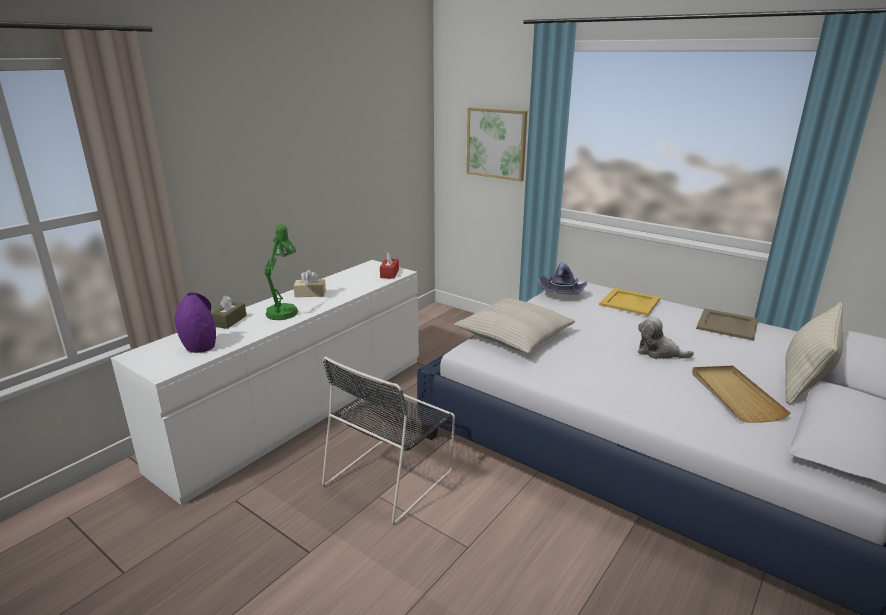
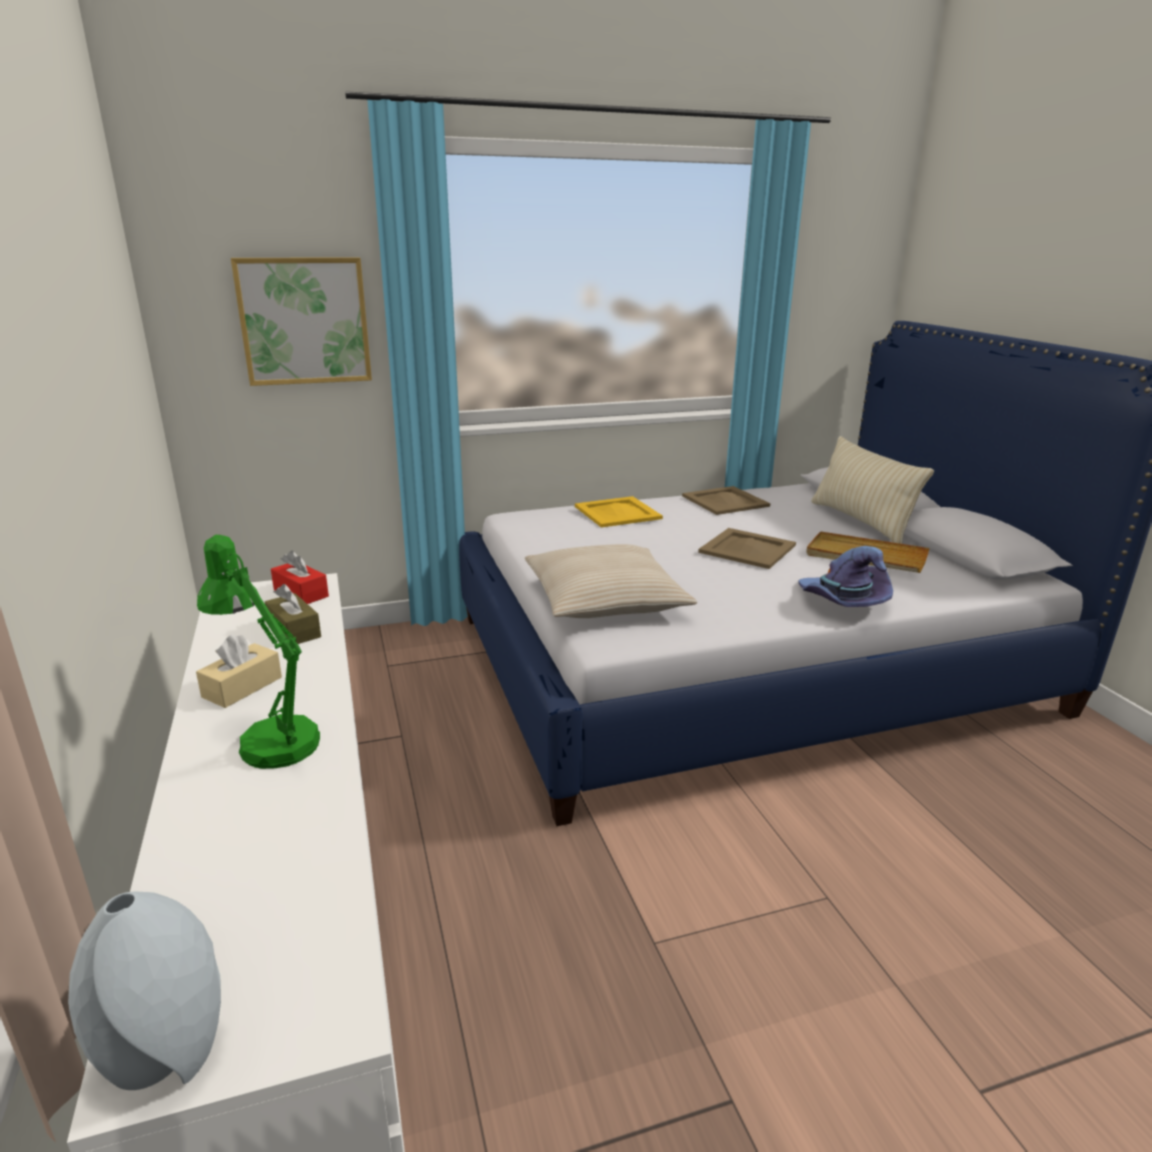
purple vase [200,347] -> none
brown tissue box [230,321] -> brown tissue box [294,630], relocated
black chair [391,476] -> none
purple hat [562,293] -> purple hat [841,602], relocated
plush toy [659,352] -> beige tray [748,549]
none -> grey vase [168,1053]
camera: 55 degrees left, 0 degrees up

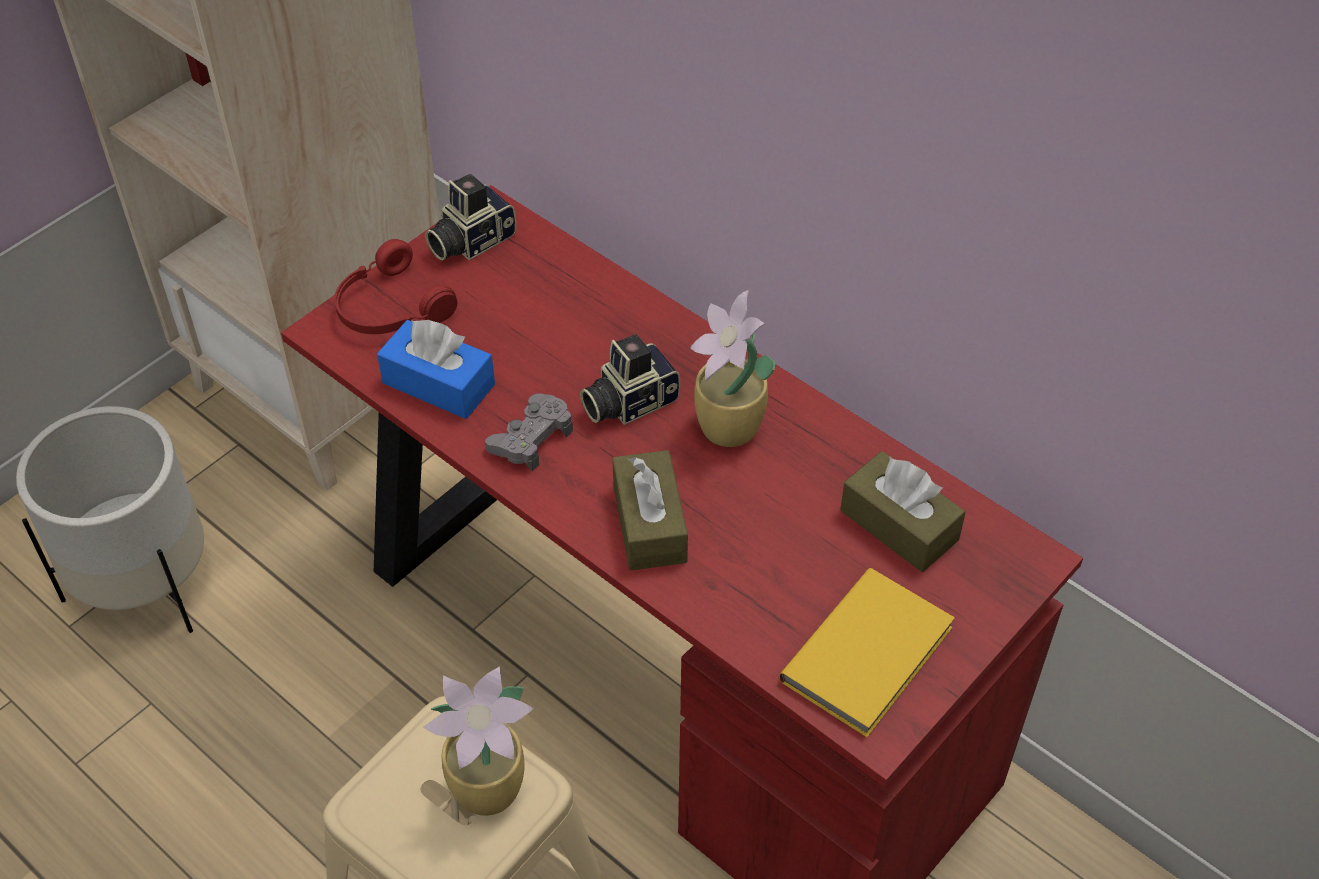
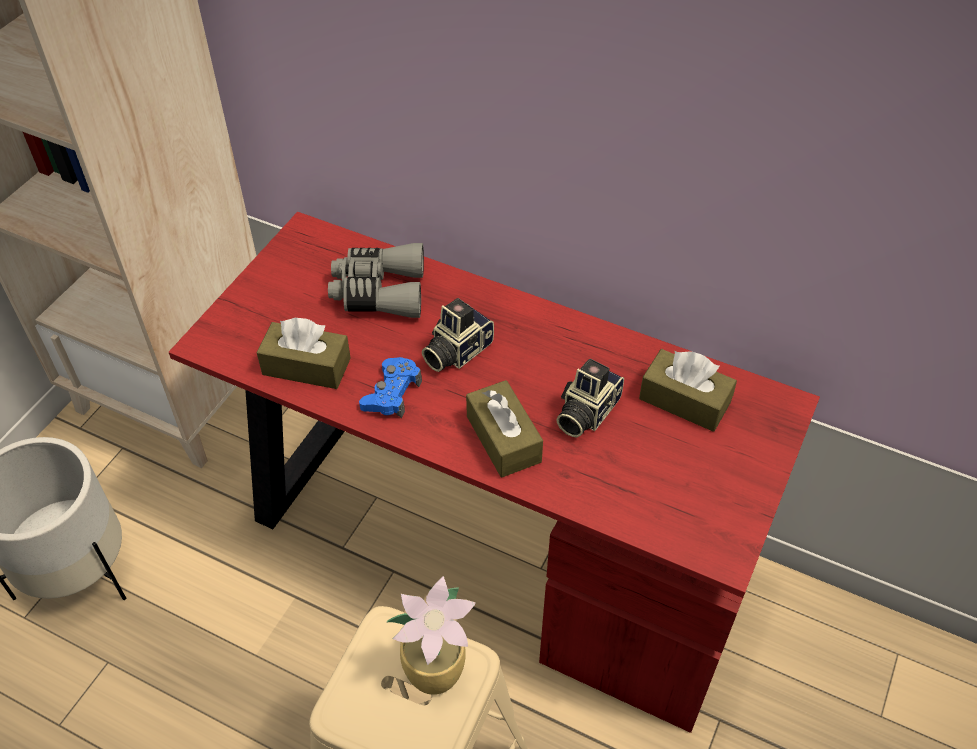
red headphones [390,308] -> none
blue tissue box [438,383] -> brown tissue box [306,366]
photo camera [470,240] -> photo camera [585,412], relocated
grey game controller [531,438] -> blue game controller [392,393]
potted plant [729,430] -> none
yellow book [871,654] -> none
none -> grey binoculars [378,291]
camera: 15 degrees left, 0 degrees up

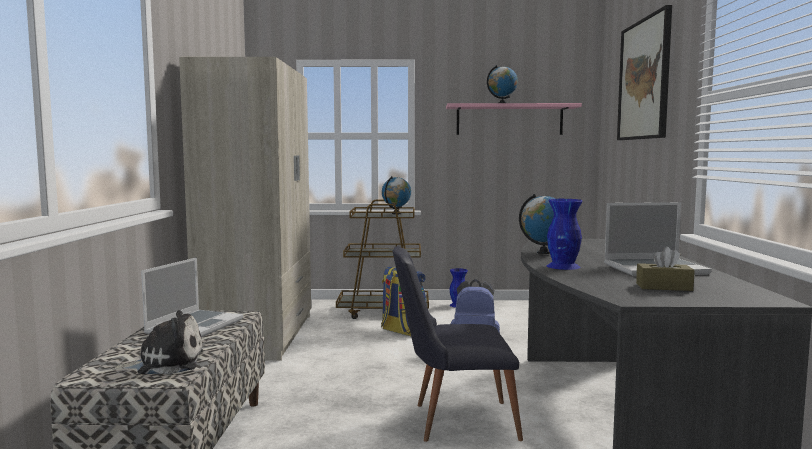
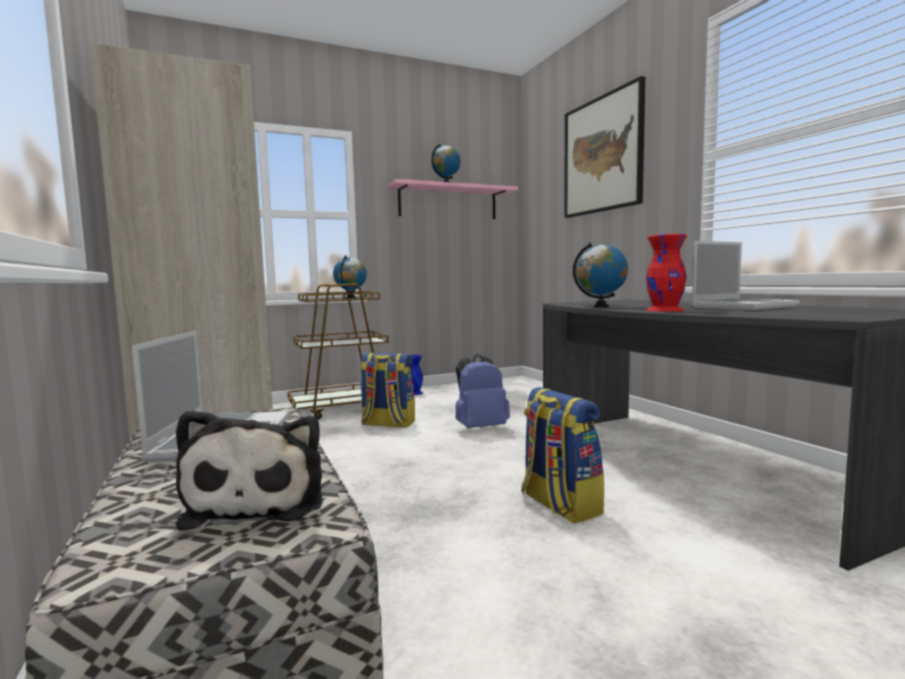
plush toy [166,363] -> plush toy [260,501], 120 degrees clockwise
black chair [453,420] -> backpack [559,505]
blue vase [563,266] -> red vase [665,310]
brown tissue box [664,287] -> none
camera: 25 degrees left, 0 degrees up

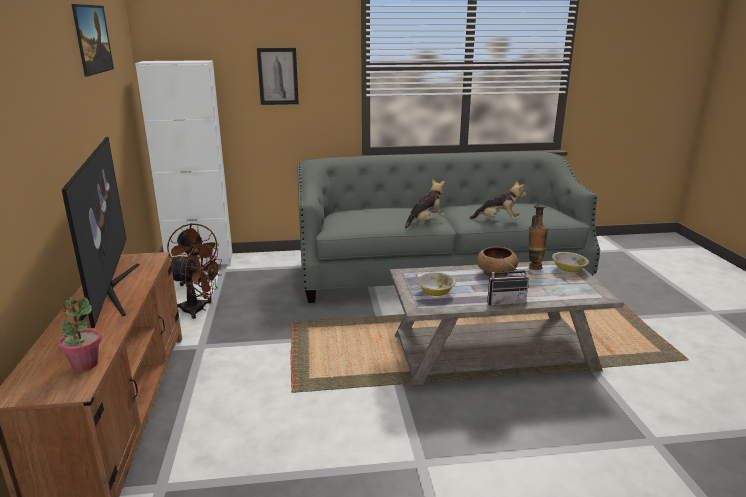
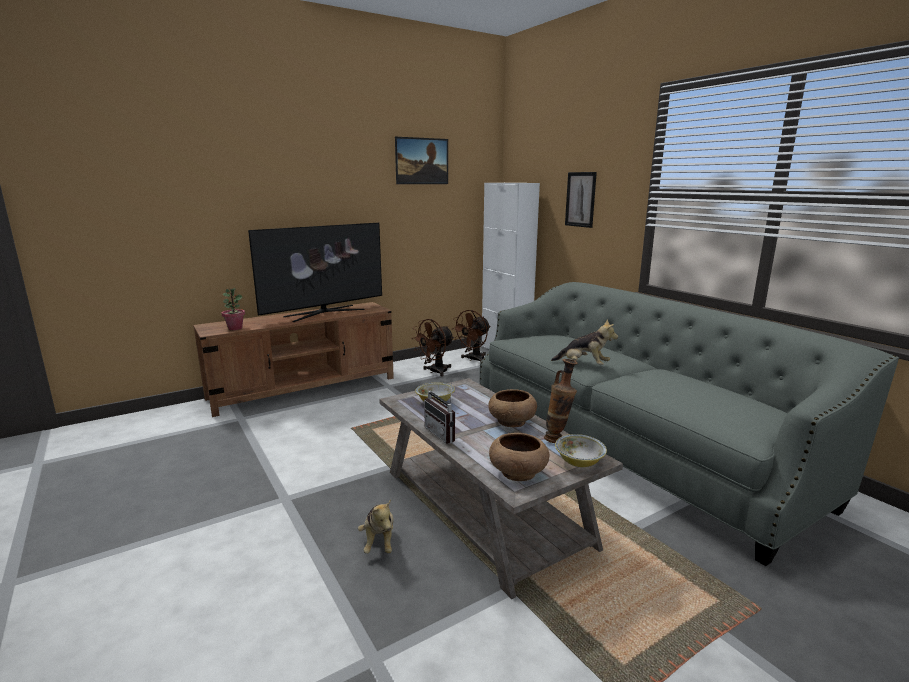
brown fan [199,309] -> brown fan [434,372], 60 degrees clockwise
plush toy [497,220] -> plush toy [379,542], relocated
none -> brown bowl [517,472]
camera: 65 degrees right, 5 degrees down

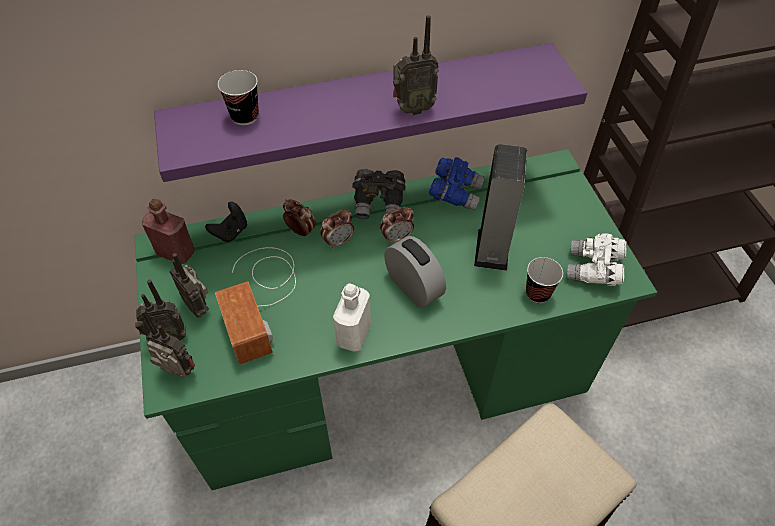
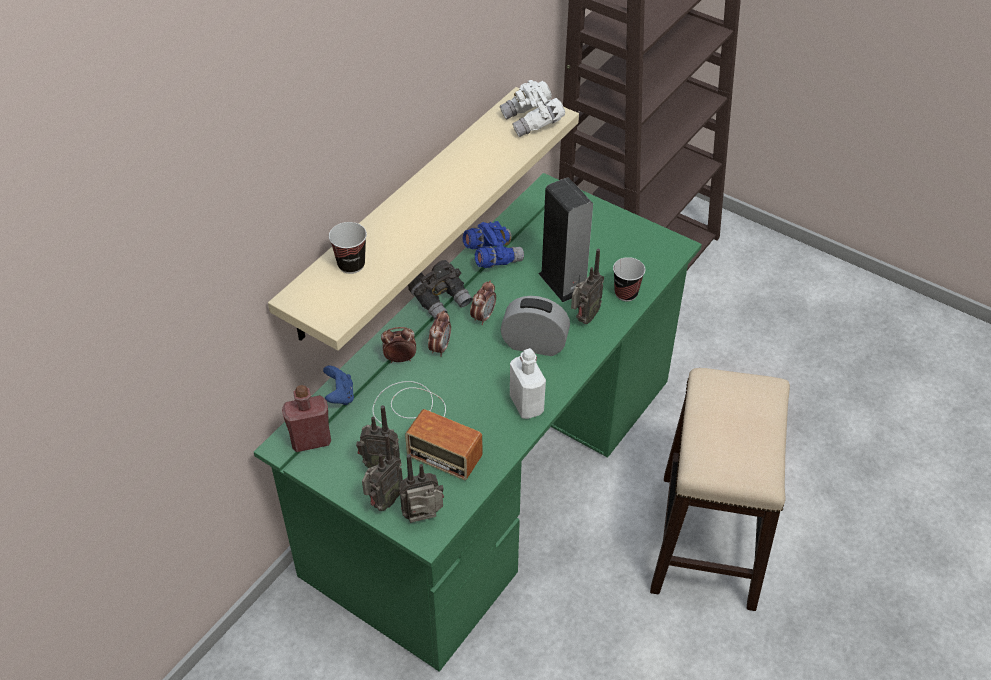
purple shelf [364,106] -> beige shelf [405,213]
black game controller [231,232] -> blue game controller [340,395]
radio [412,109] -> radio [584,318], relocated
white binoculars [593,270] -> white binoculars [532,121], relocated
camera: 40 degrees left, 5 degrees down

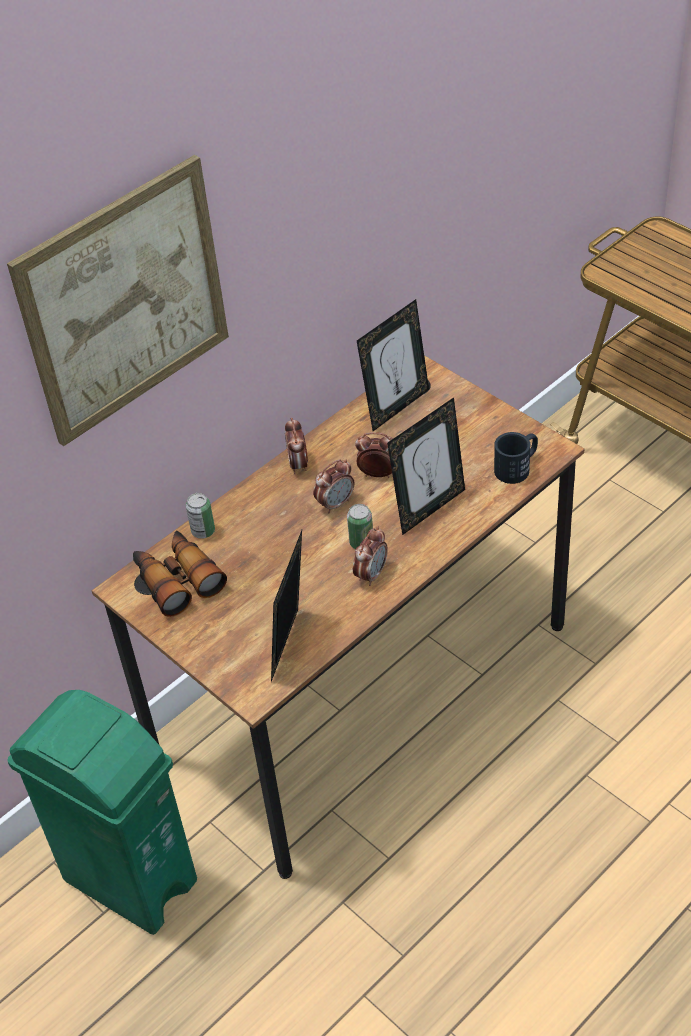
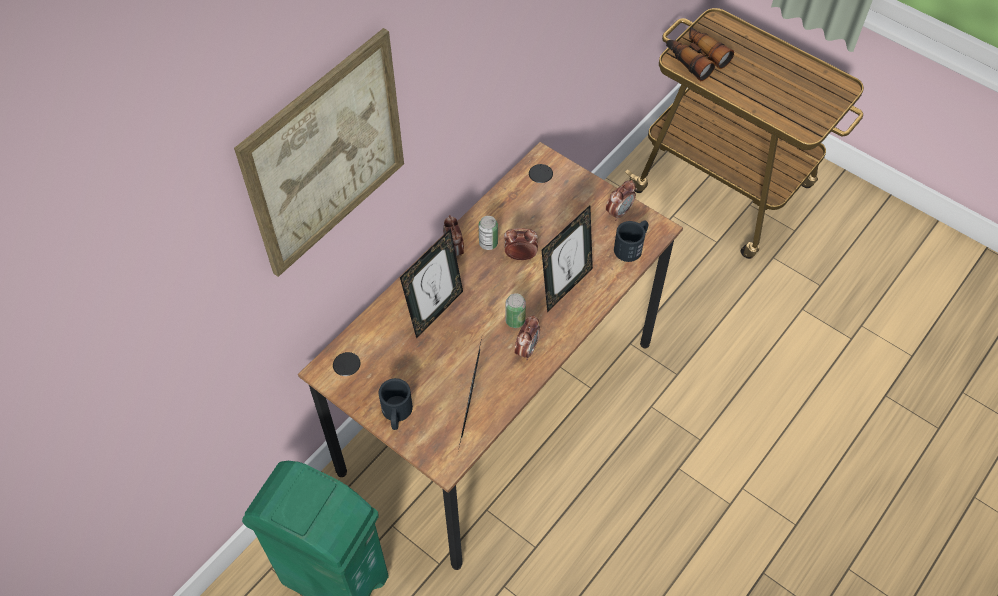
binoculars [177,579] -> binoculars [695,58], relocated
can [203,531] -> can [488,243], relocated
alarm clock [335,503] -> alarm clock [619,212], relocated
picture frame [396,407] -> picture frame [435,311], relocated
none -> black mug [396,414]
camera: 10 degrees left, 10 degrees up

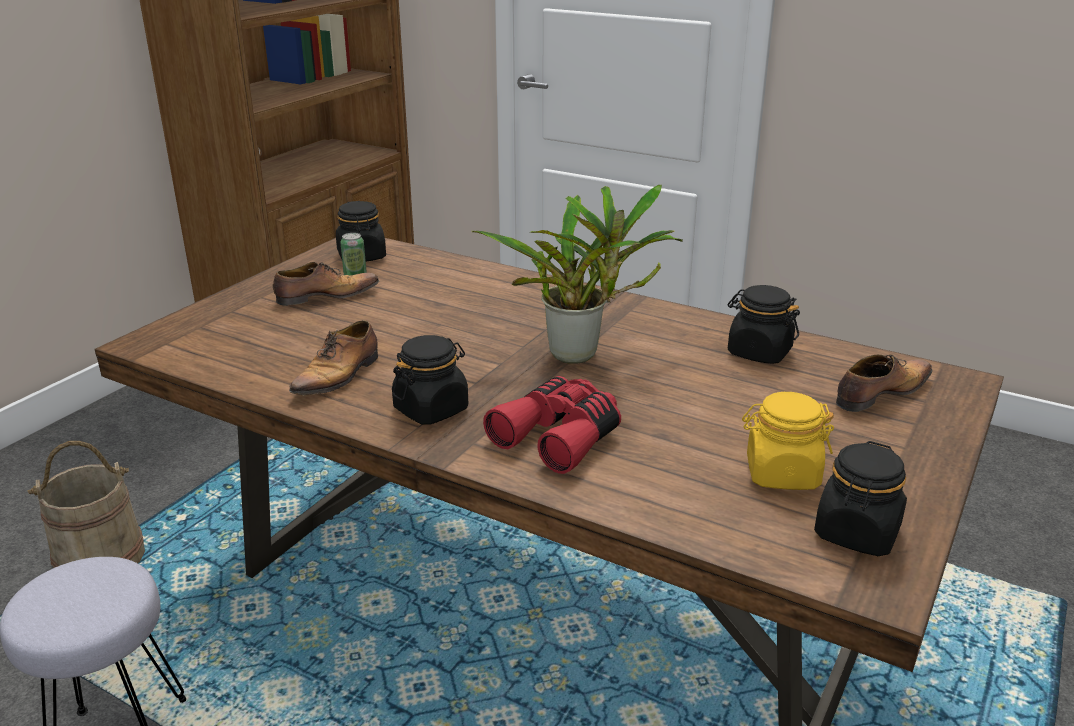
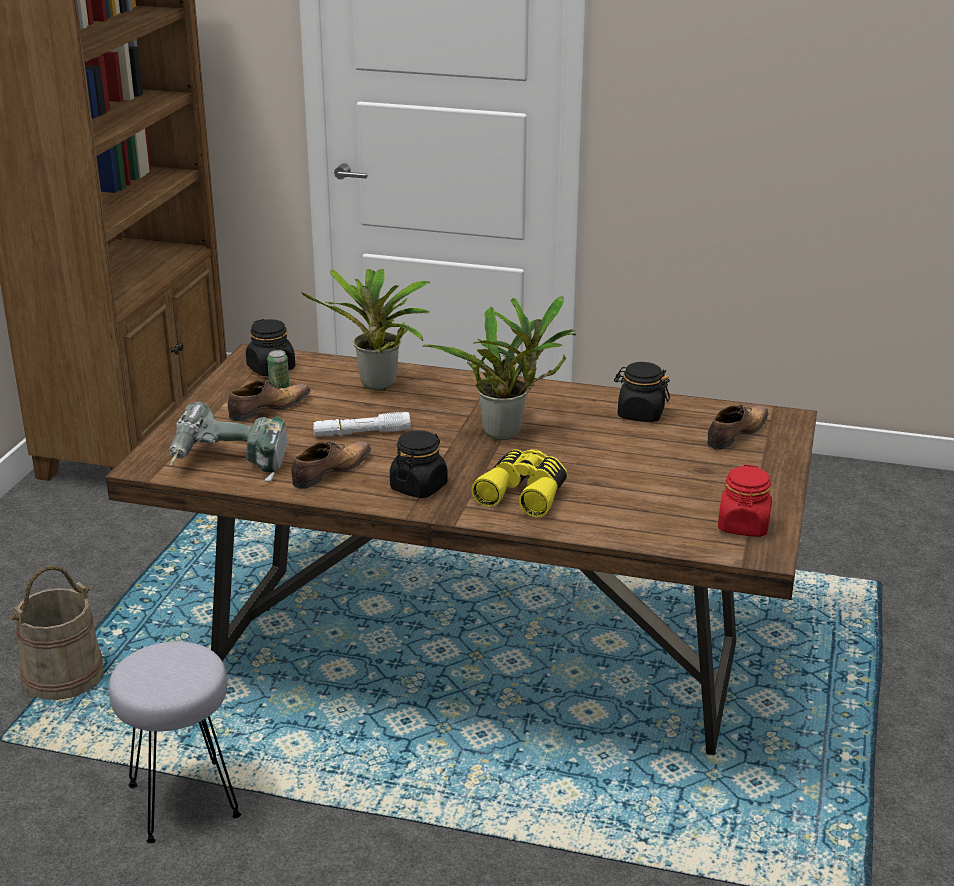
shoe [339,376] -> shoe [329,472], 150 degrees counterclockwise
red binoculars [560,436] -> yellow binoculars [524,493]
yellow jar [781,474] -> none
black jar [857,533] -> red jar [743,526]
none -> power drill [228,465]
none -> potted plant [379,387]
none -> white flashlight [361,433]
camera: 15 degrees left, 0 degrees up

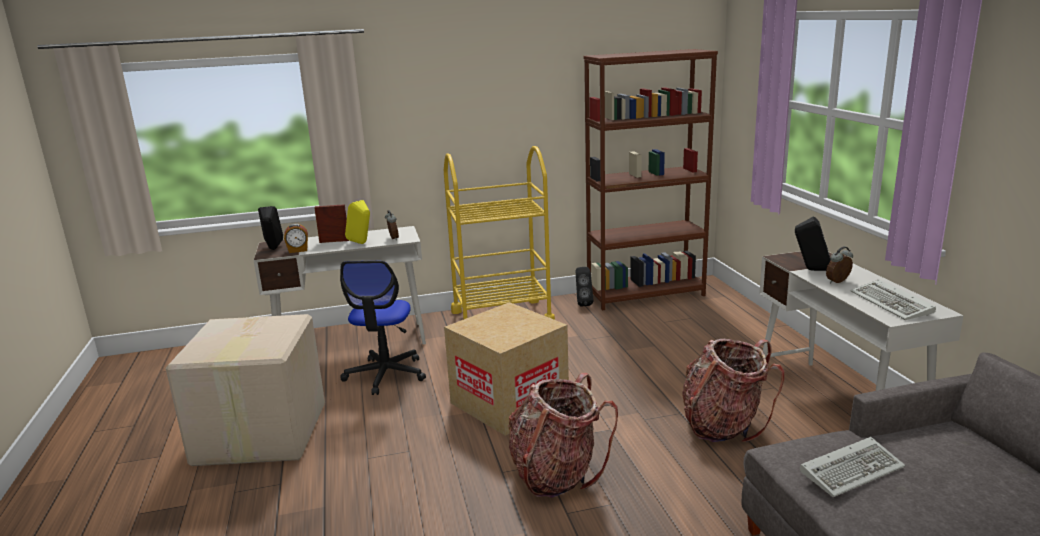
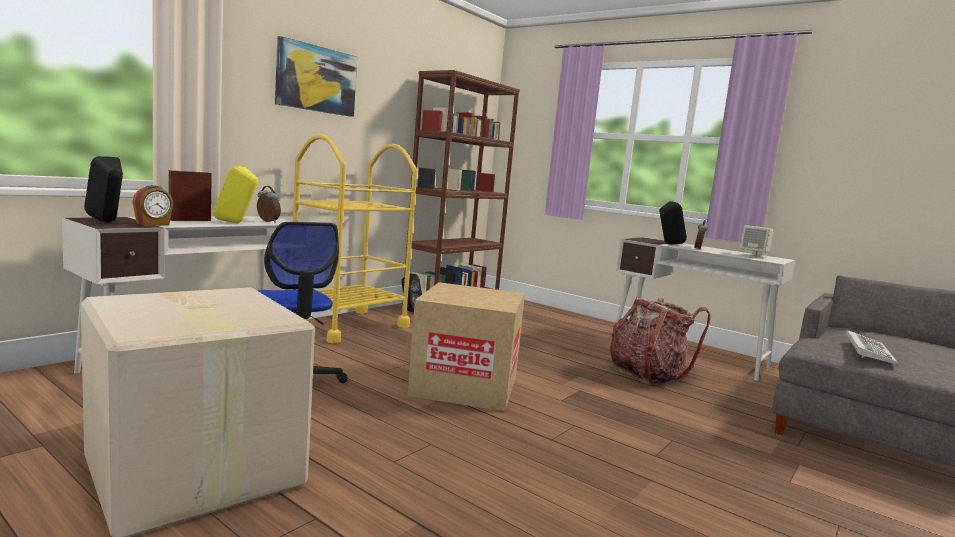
backpack [556,474] -> none
keyboard [893,304] -> beige speaker [754,256]
none -> picture [316,79]
camera: 40 degrees left, 10 degrees down

